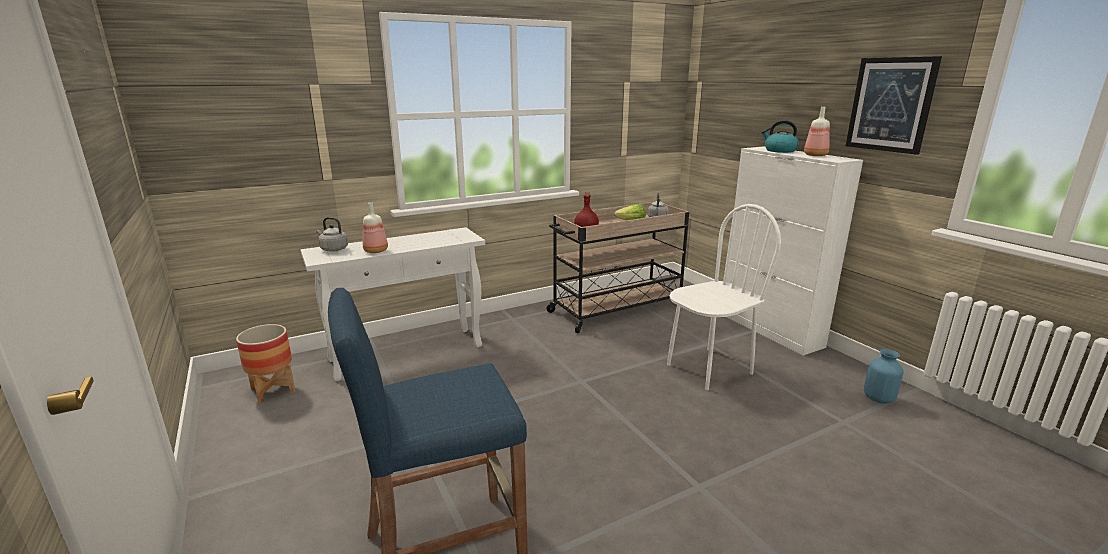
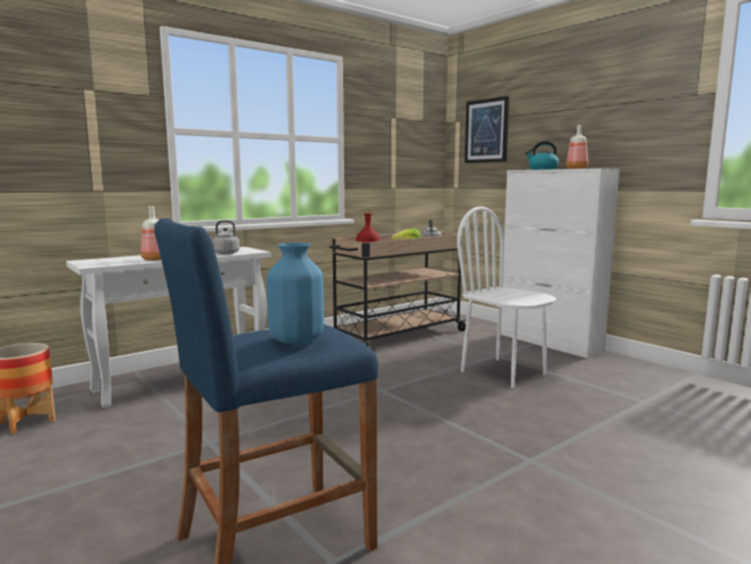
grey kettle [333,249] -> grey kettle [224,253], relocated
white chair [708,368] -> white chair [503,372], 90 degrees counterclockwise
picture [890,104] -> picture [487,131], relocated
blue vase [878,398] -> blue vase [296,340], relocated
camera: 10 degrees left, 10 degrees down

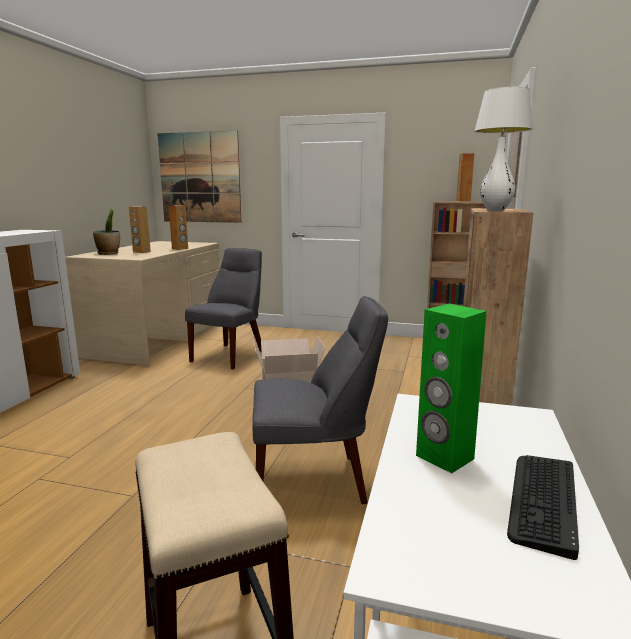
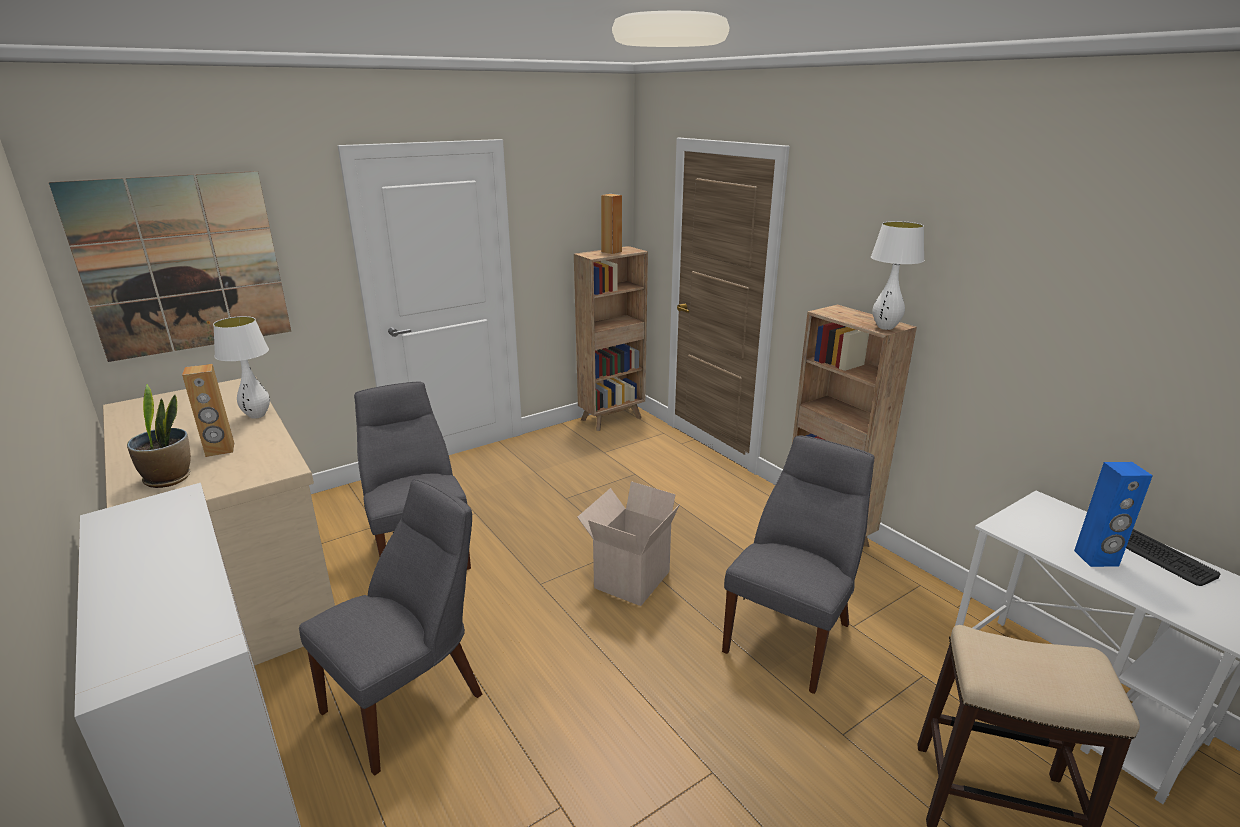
brown speaker [180,249] -> white table lamp [257,416]
green speaker [444,457] -> blue speaker [1096,558]
none -> grey chair [410,700]
camera: 50 degrees left, 10 degrees up

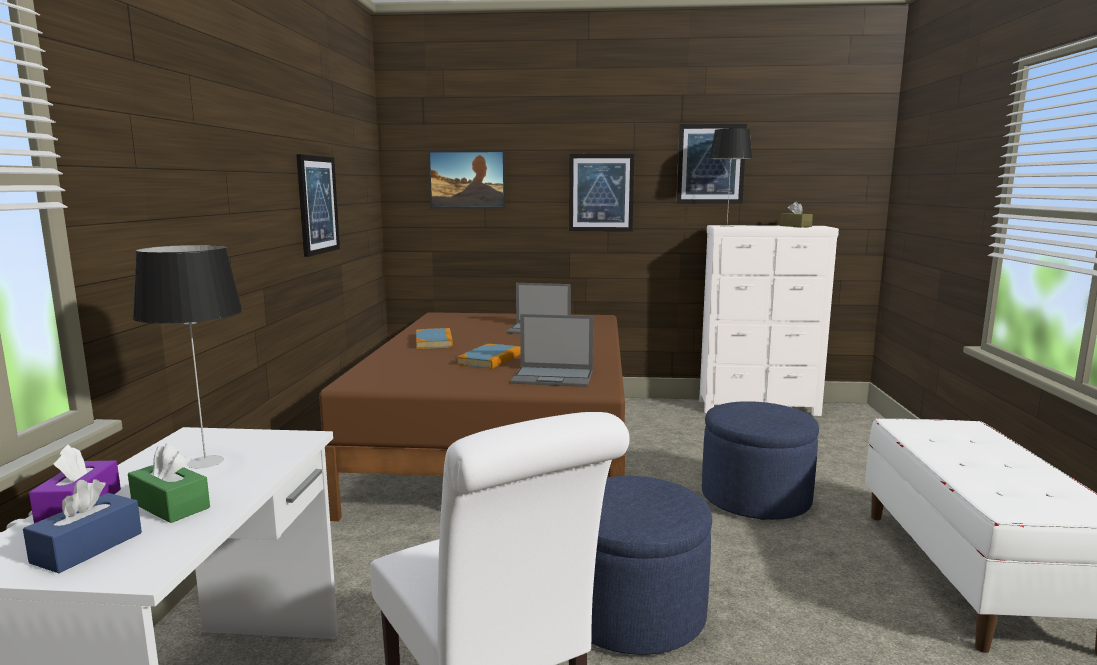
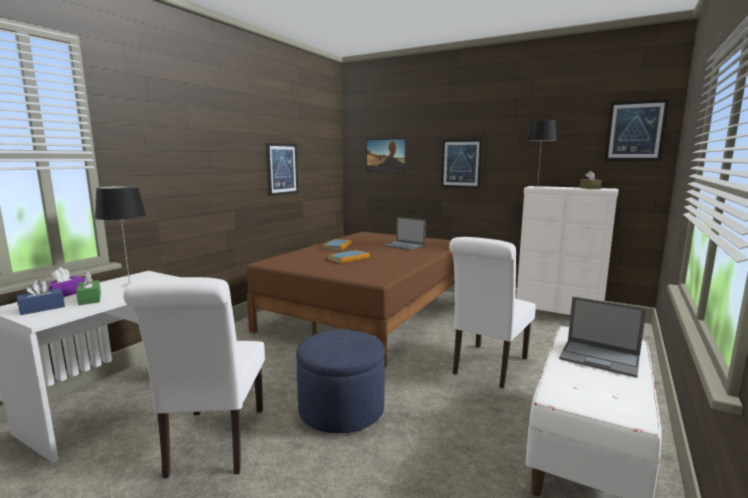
laptop [554,377] -> laptop [600,358], relocated
picture [710,164] -> picture [635,131], relocated
blue ottoman [755,498] -> white chair [487,367]
camera: 25 degrees right, 0 degrees up

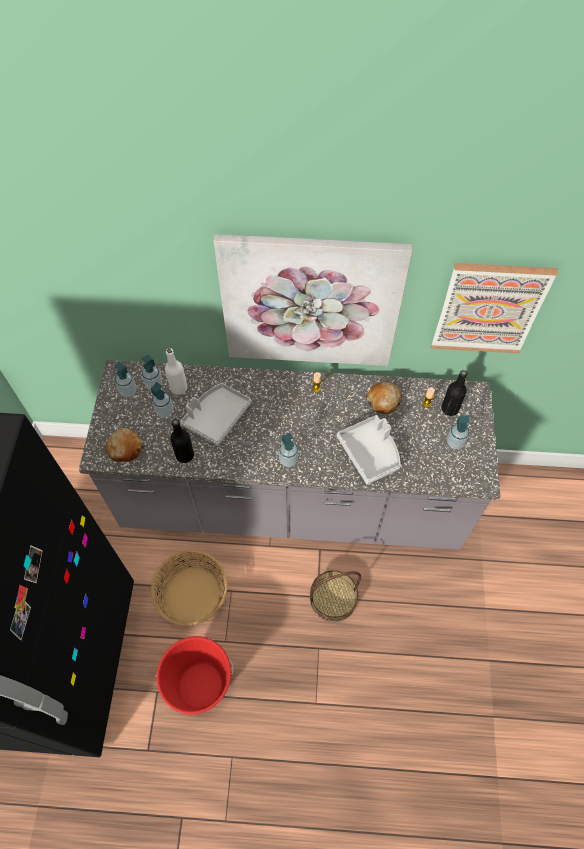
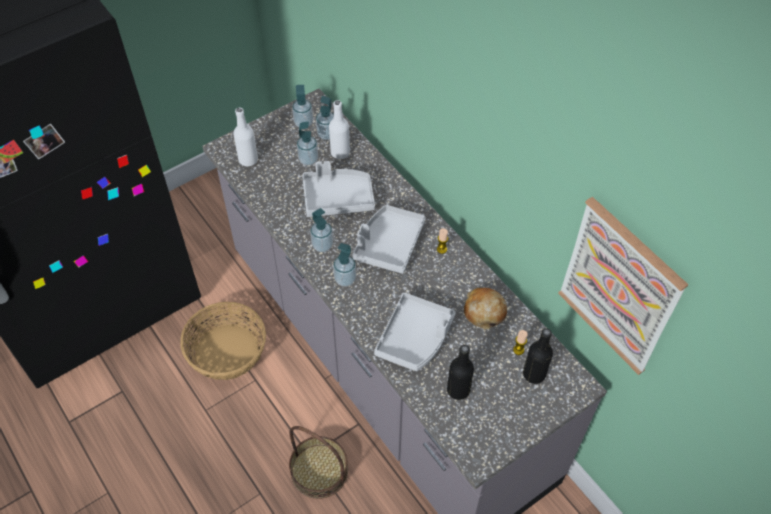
bread [125,448] -> white bottle [248,160]
red bucket [201,685] -> none
black bottle [185,455] -> black bottle [458,390], relocated
picture [310,302] -> none
soap dispenser [455,442] -> soap dispenser [322,245], relocated
none -> grey tray [389,244]
camera: 50 degrees right, 5 degrees down

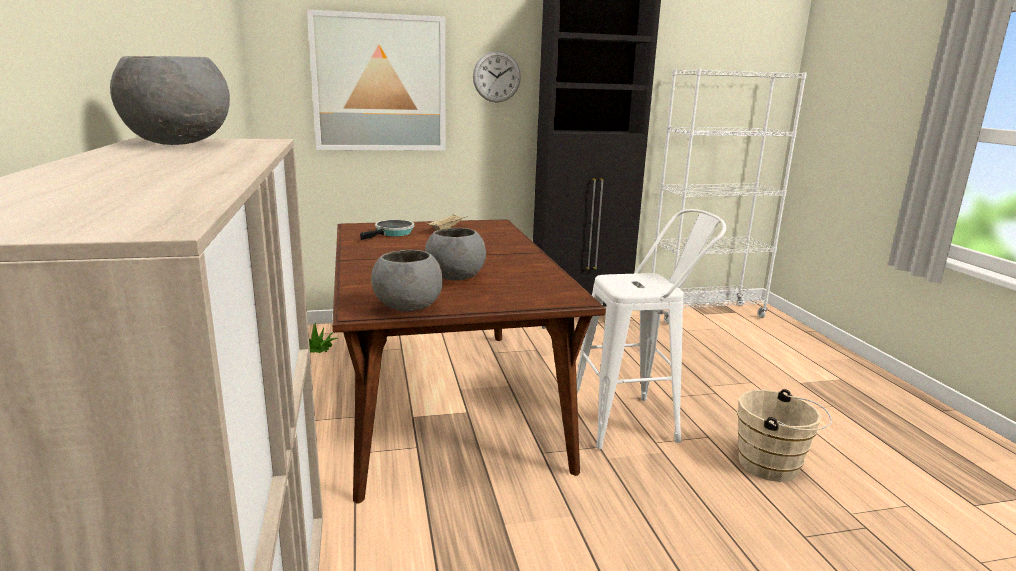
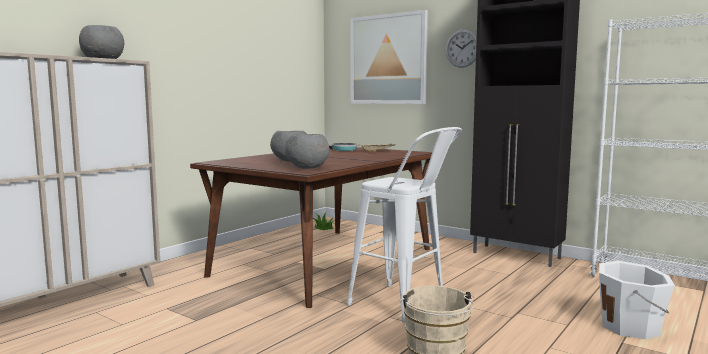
grey bowl [407,308] -> grey bowl [307,168], relocated
none -> white bucket [631,327]
camera: 50 degrees right, 10 degrees down

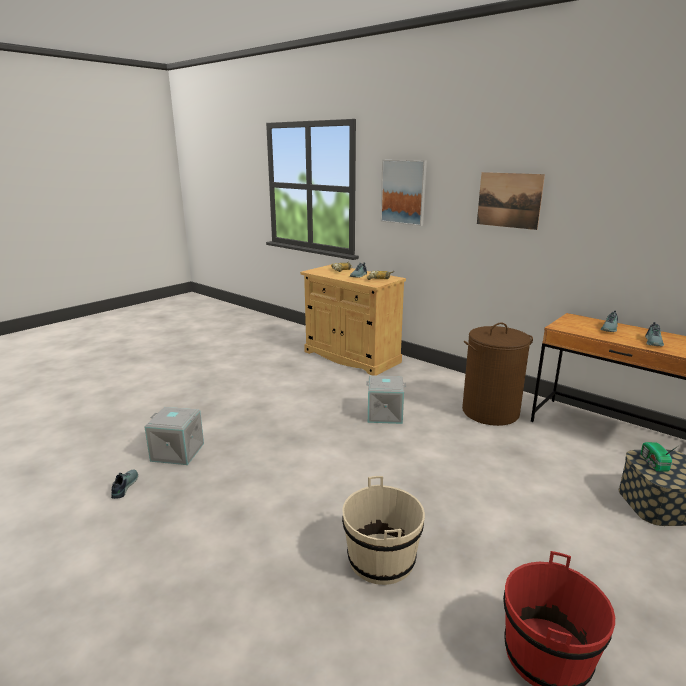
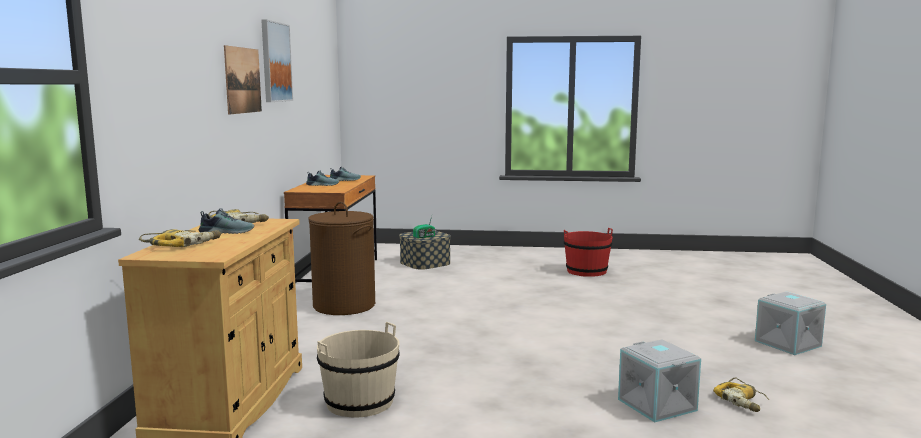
shoe [124,487] -> power drill [742,401]
beige bucket [381,559] -> beige bucket [359,402], relocated
grey storage box [385,414] -> grey storage box [786,343], relocated
picture [403,192] -> picture [275,62], relocated
camera: 125 degrees left, 10 degrees down

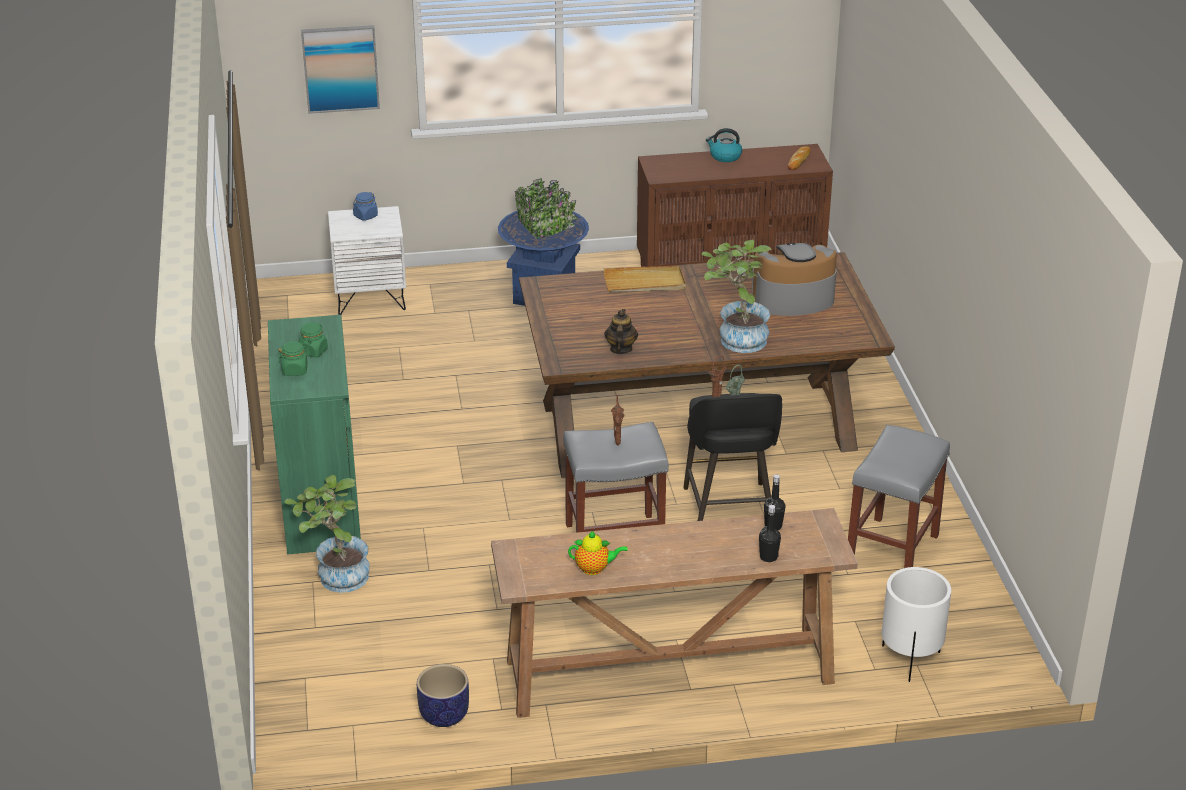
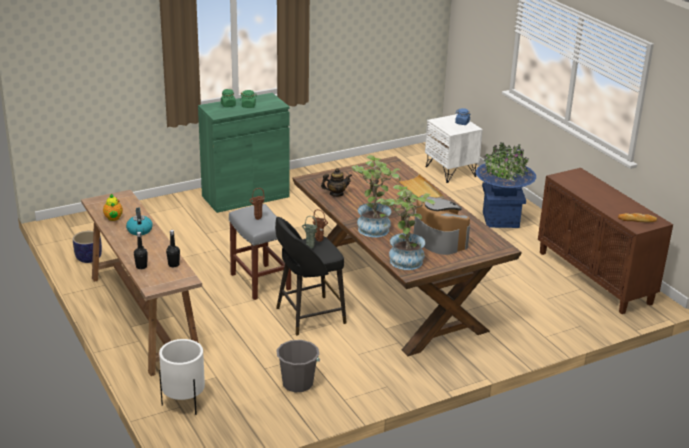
potted plant [336,577] -> potted plant [403,258], relocated
picture [340,68] -> none
kettle [725,156] -> kettle [139,230], relocated
grey stool [892,551] -> grey bucket [297,383]
camera: 70 degrees right, 5 degrees down

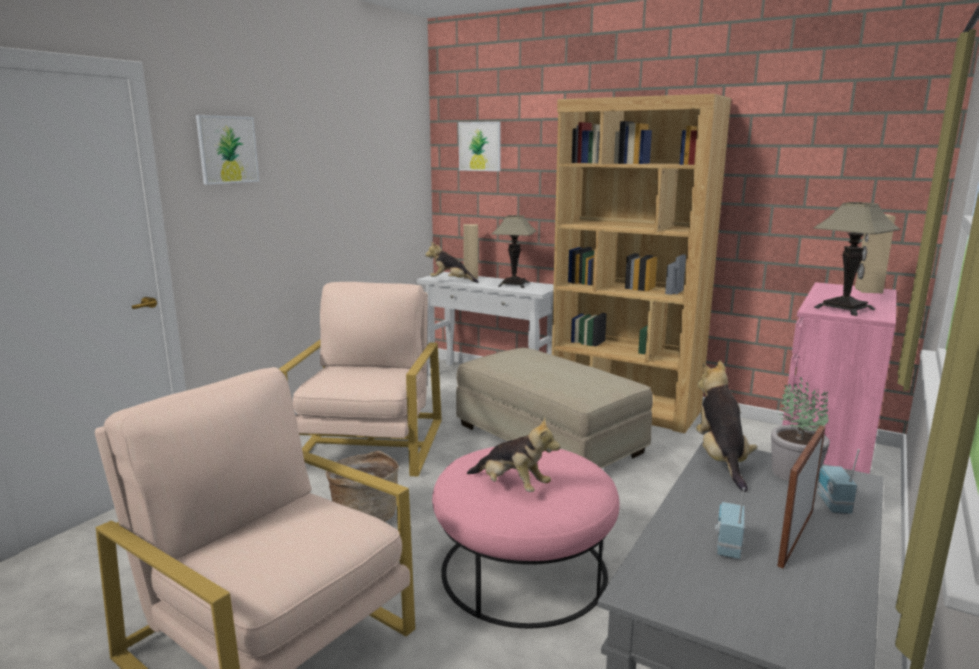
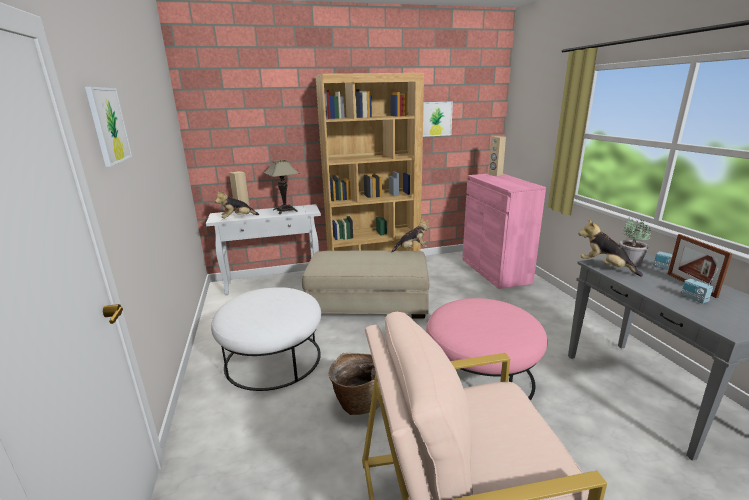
beige armchair [369,444] -> white ottoman [273,358]
picture [480,146] -> picture [436,119], relocated
plush toy [512,486] -> plush toy [412,250], relocated
table lamp [844,308] -> none
camera: 45 degrees left, 5 degrees up

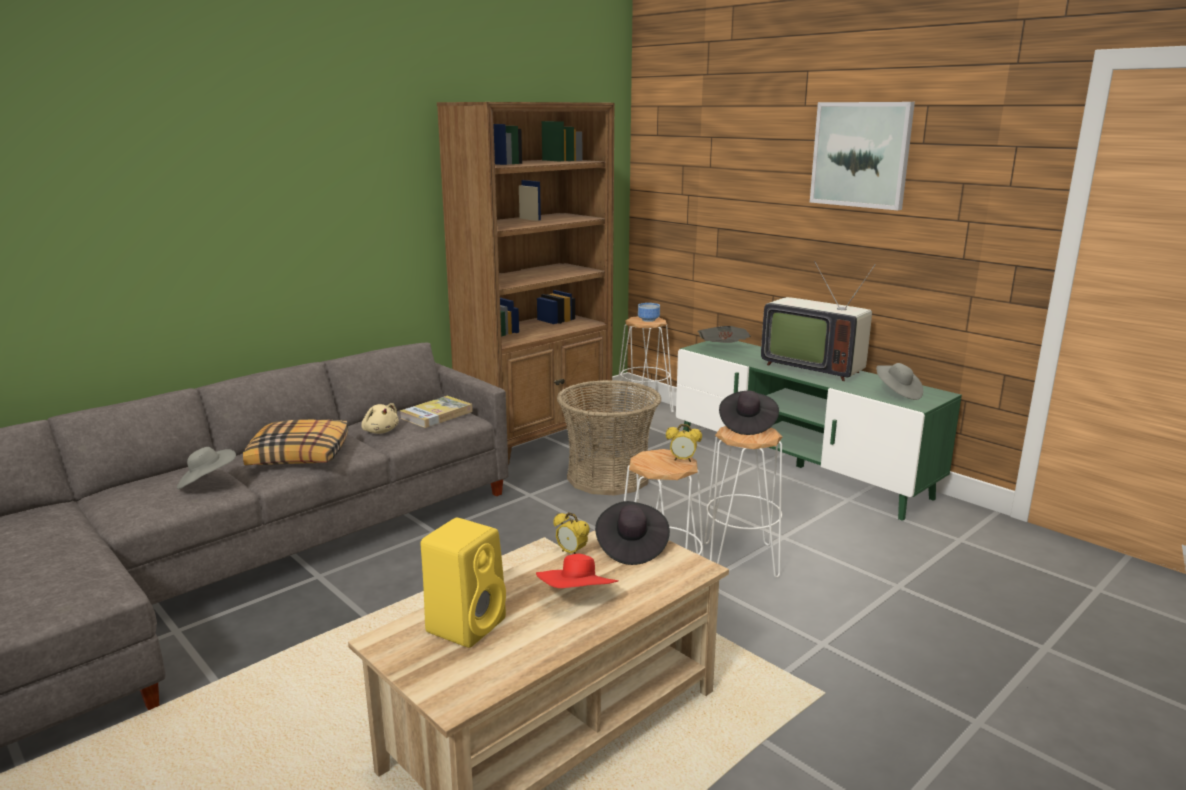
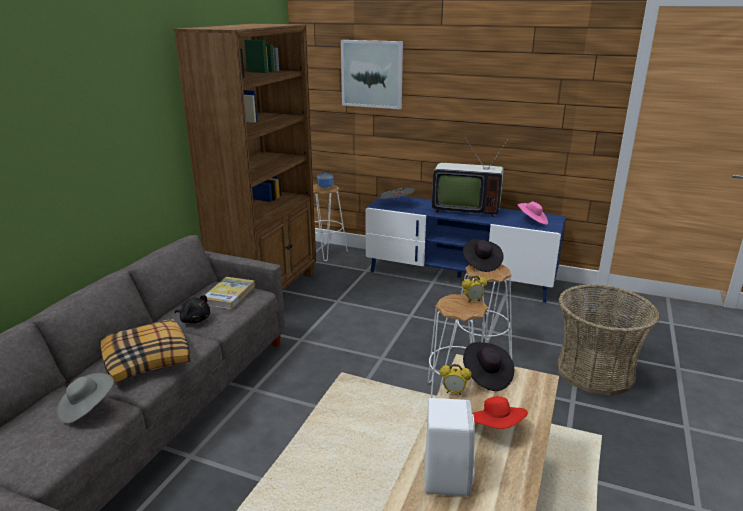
beige plush toy [380,431] -> black plush toy [194,320]
yellow speaker [467,624] -> white speaker [446,476]
basket [608,477] -> basket [595,372], relocated
green tv stand [798,467] -> blue tv stand [459,277]
picture [861,154] -> picture [372,74], relocated
grey hat [897,393] -> pink hat [532,221]
camera: 25 degrees left, 5 degrees up

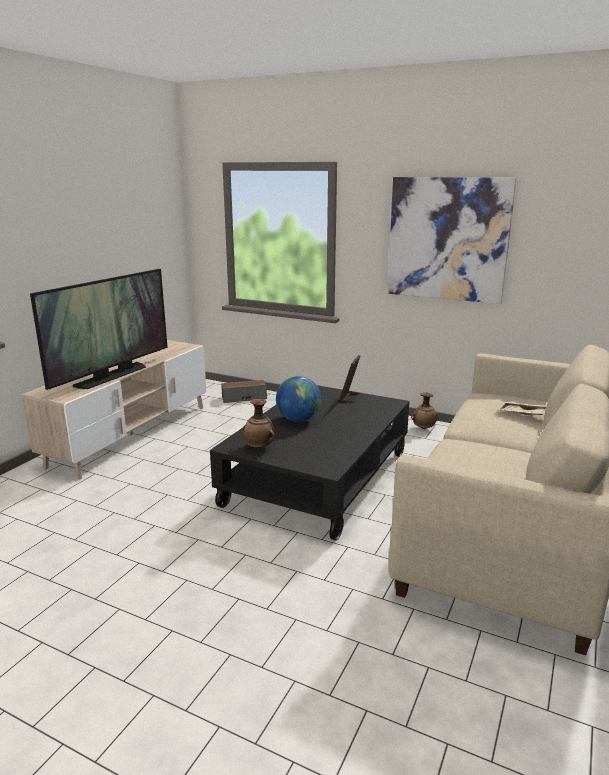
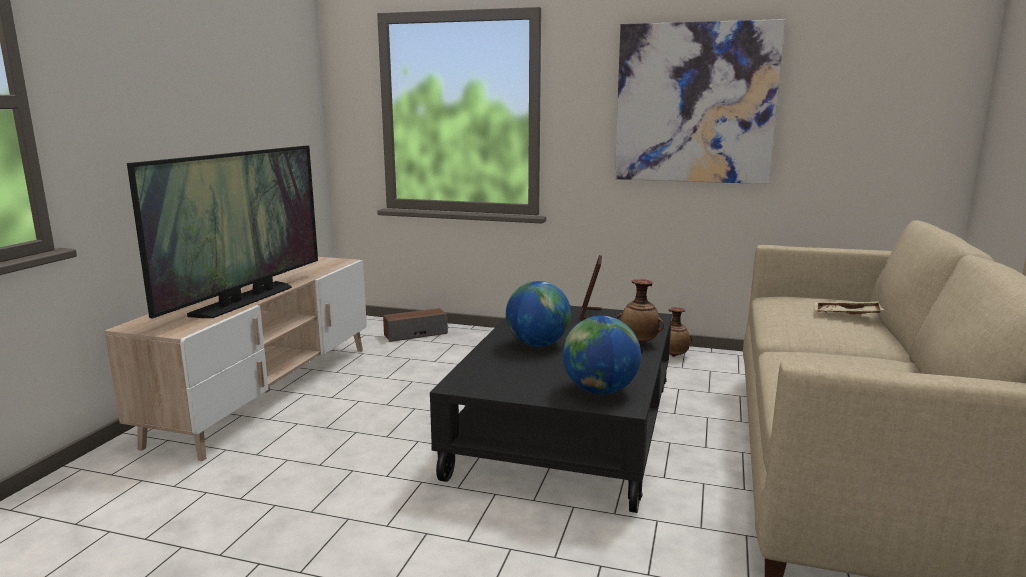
vase [259,447] -> vase [638,343], relocated
none -> globe [600,391]
camera: 10 degrees left, 5 degrees down

